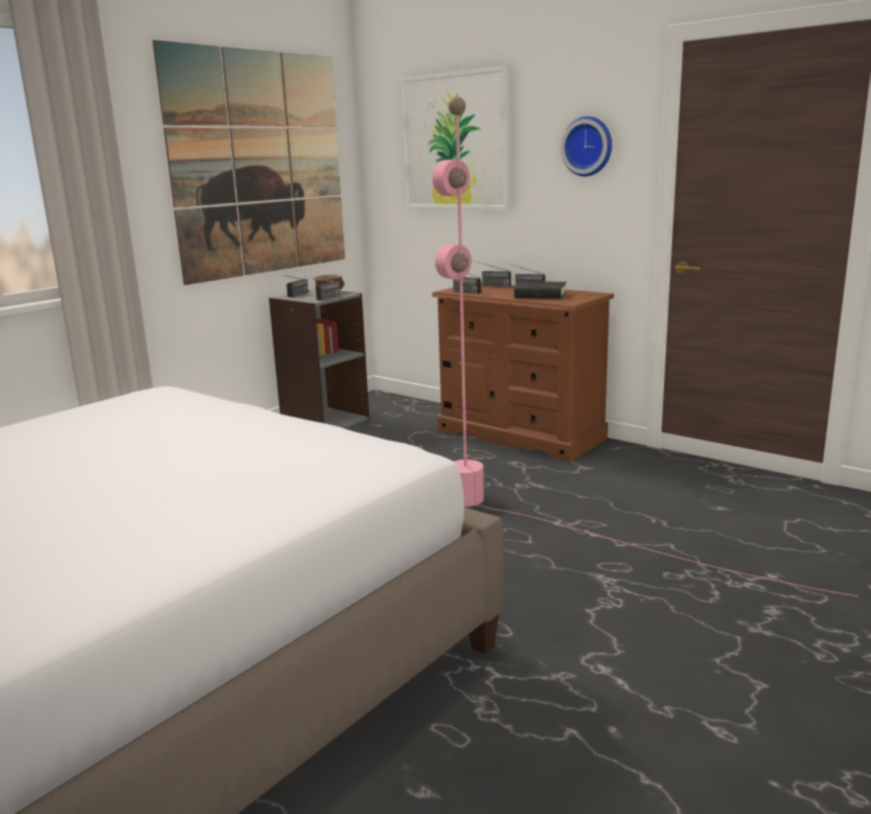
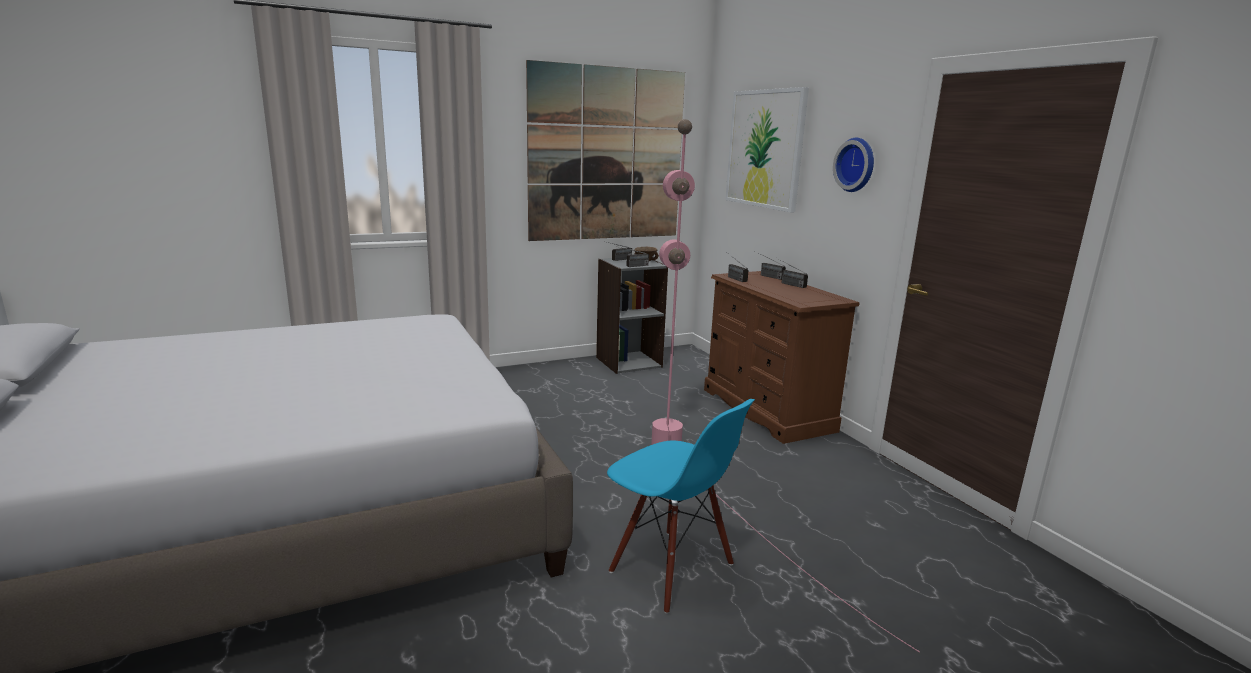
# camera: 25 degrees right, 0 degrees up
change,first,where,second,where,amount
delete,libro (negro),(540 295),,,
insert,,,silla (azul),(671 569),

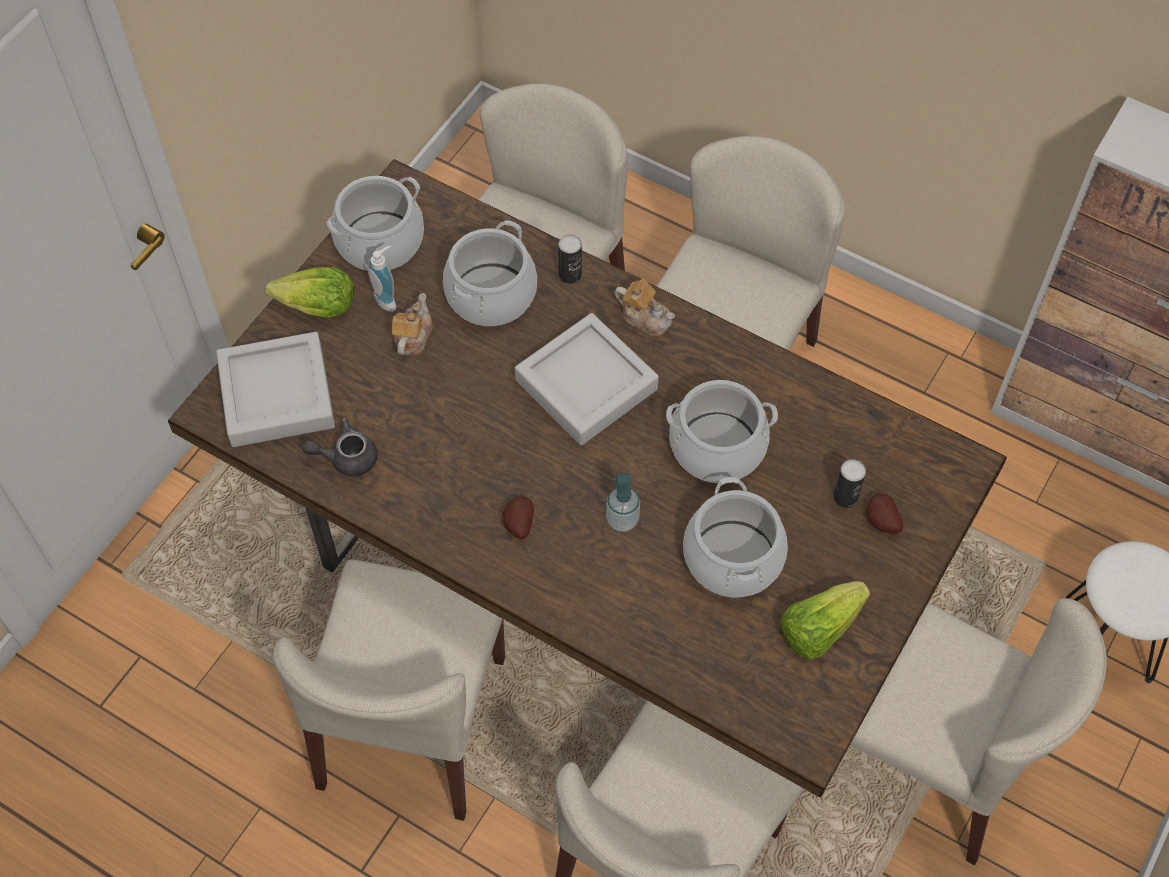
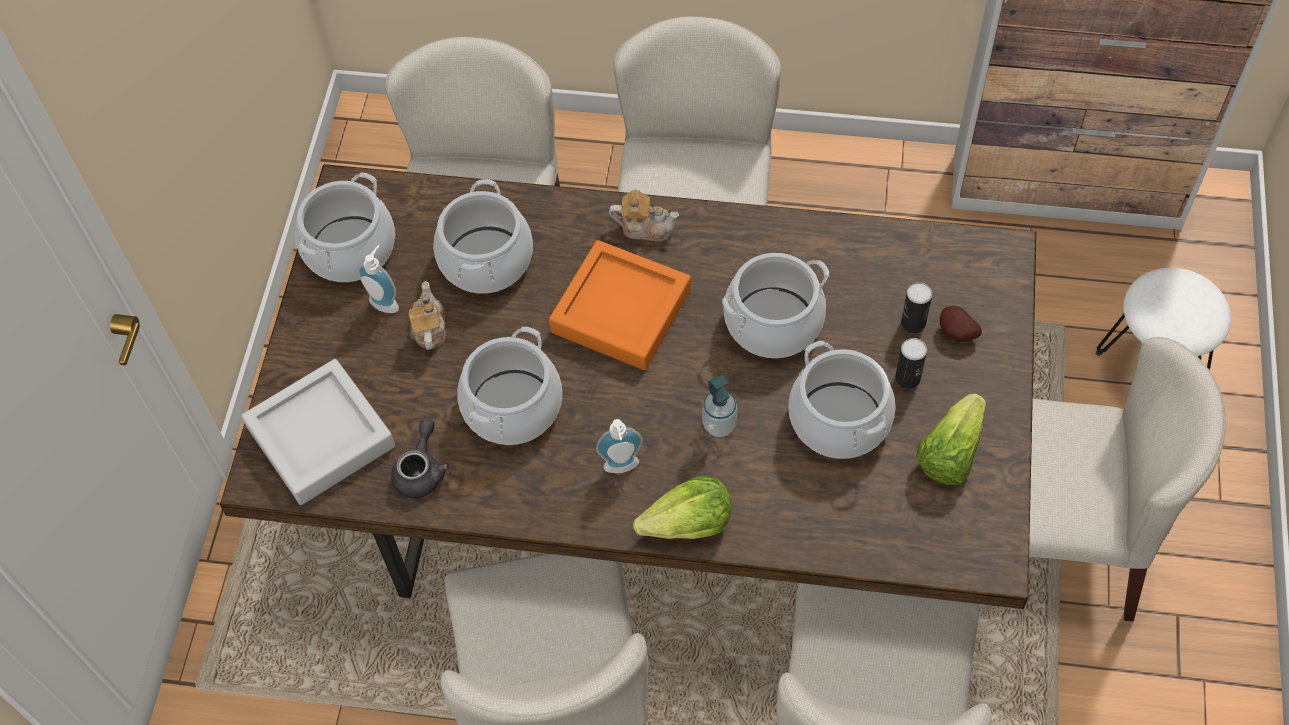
# camera: 20 degrees left, 0 degrees up
change,first,where,second,where,amount
insert,,,olla,(513 407),
move,lechuga,(317 307),,(688 524),
move,lata,(570 275),,(907 378),
replace,patata,(517 524),dispensador de jabón,(622 469),
recolor,bandeja (gris),(586 385),bandeja (naranja),(621 311),
rotate,tetera (gris),(346 458),,(422 471),135 degrees clockwise

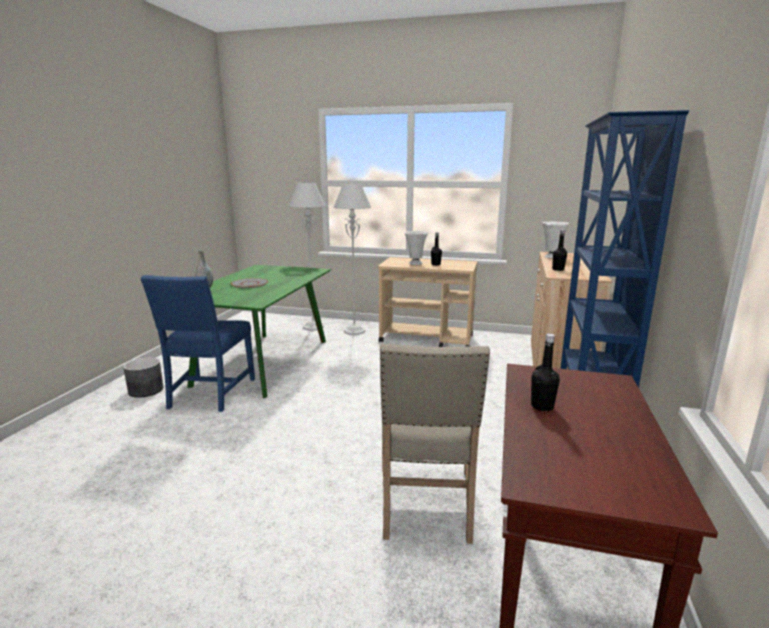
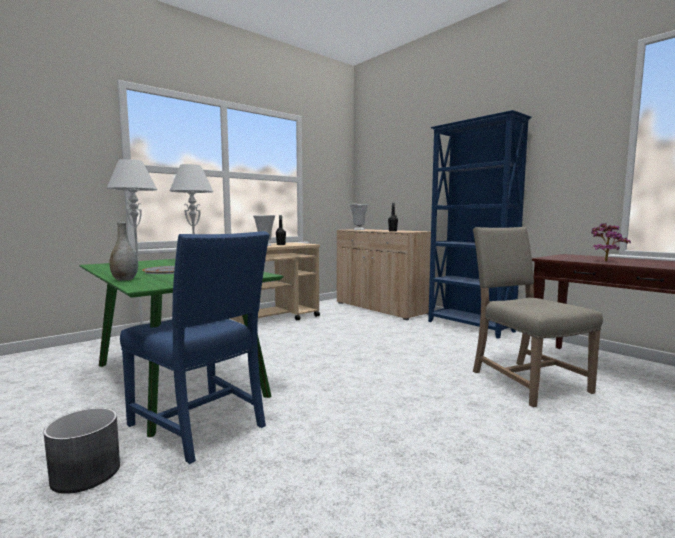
# camera: 55 degrees left, 10 degrees down
change,first,where,second,where,amount
replace,botella (negro),(542 406),planta en maceta,(604 261),
rotate,silla (beis),(426 505),,(524 380),150 degrees counterclockwise

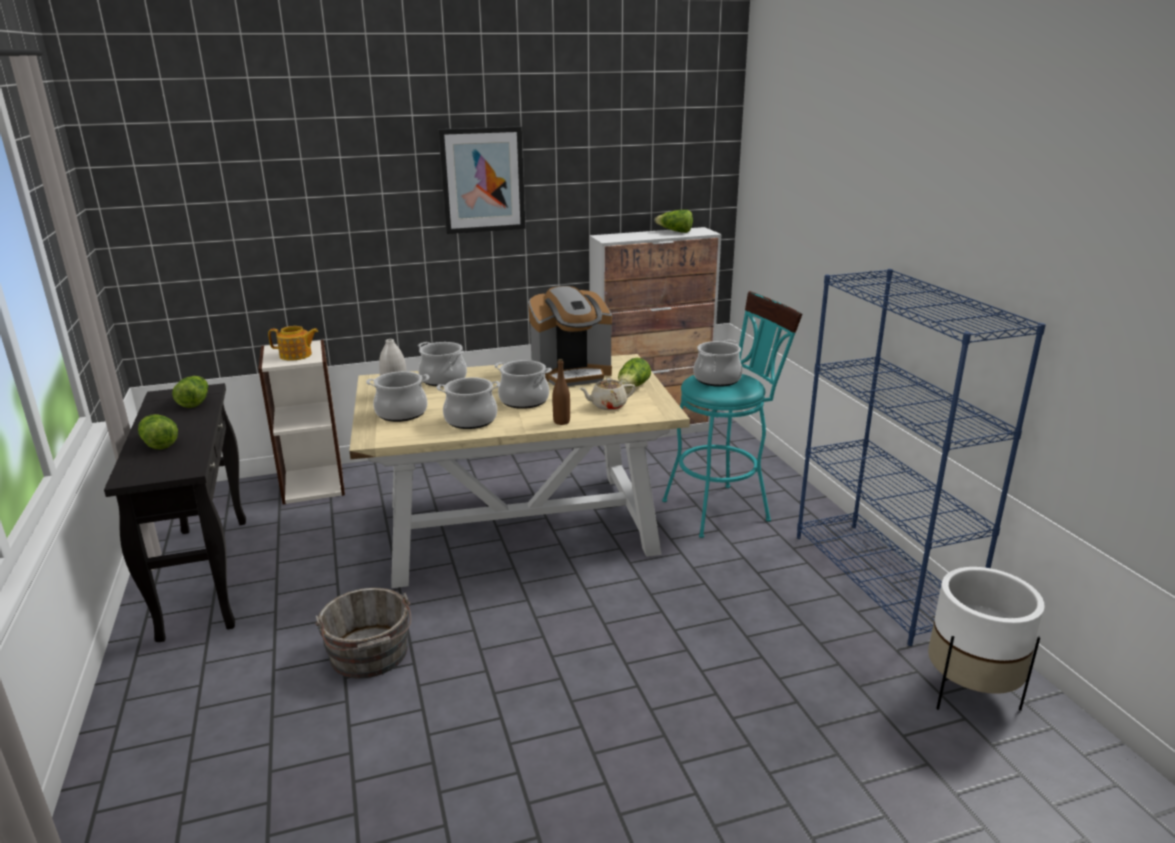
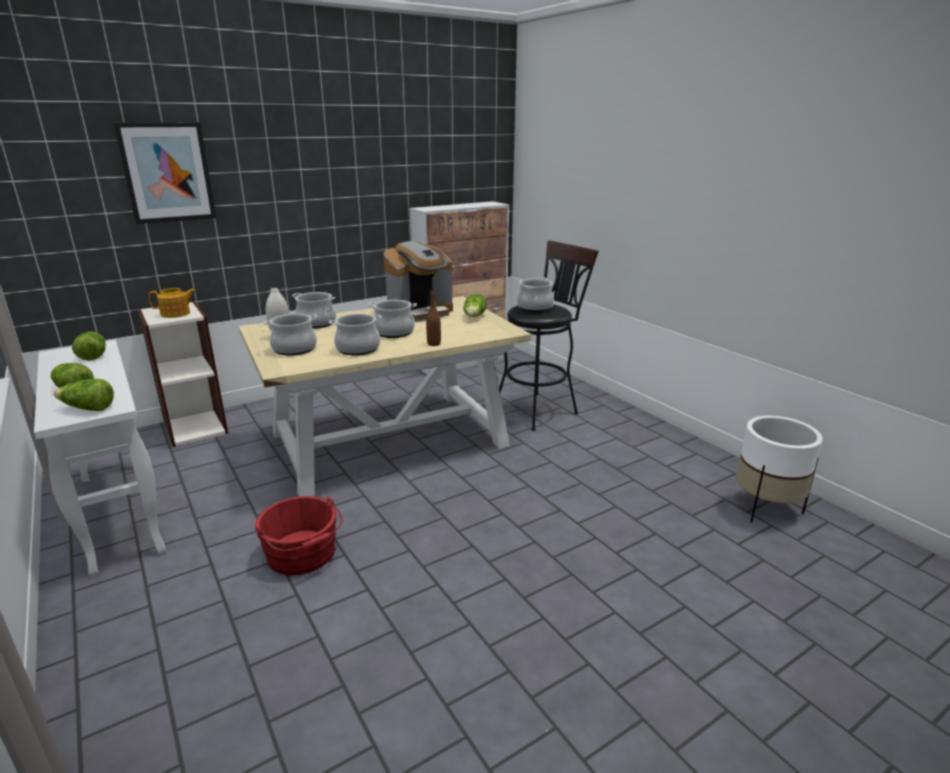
# camera: 15 degrees left, 0 degrees up
change,first,where,second,where,amount
delete,tetera (beis),(607 405),,,
delete,estantería (azul),(880 580),,,
move,cuadro,(482 180),,(167 172),
move,lechuga,(675 231),,(88 408),
recolor,mesa consola (negro),(205 574),mesa consola (blanco),(119 512),
recolor,cubo (gris),(370 656),cubo (rojo),(303 555),
recolor,taburete (turquesa),(723 508),taburete (negro),(540 409),

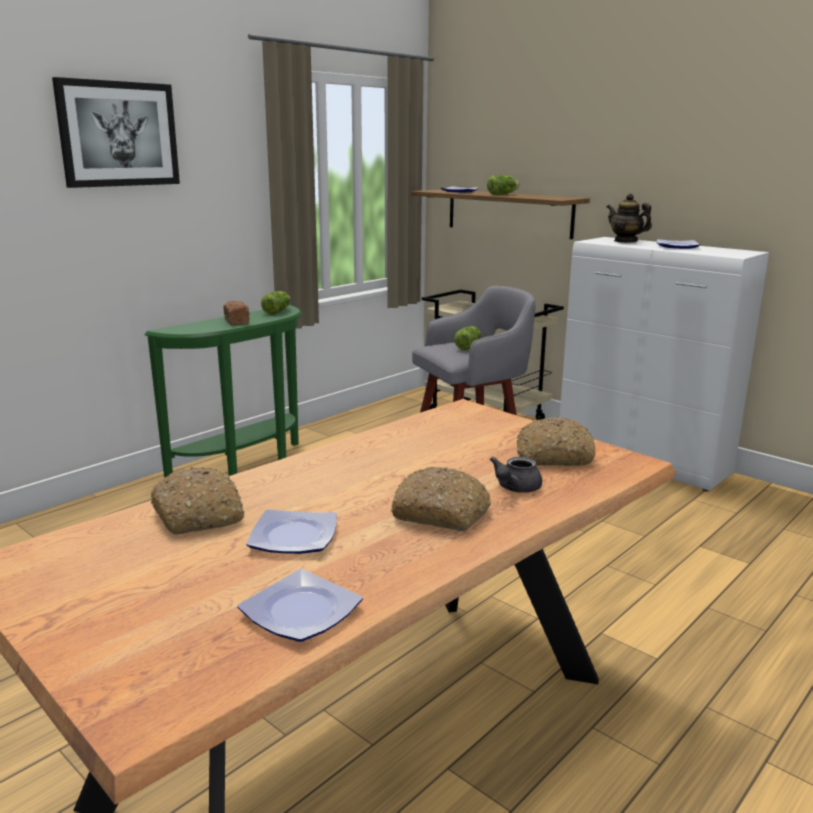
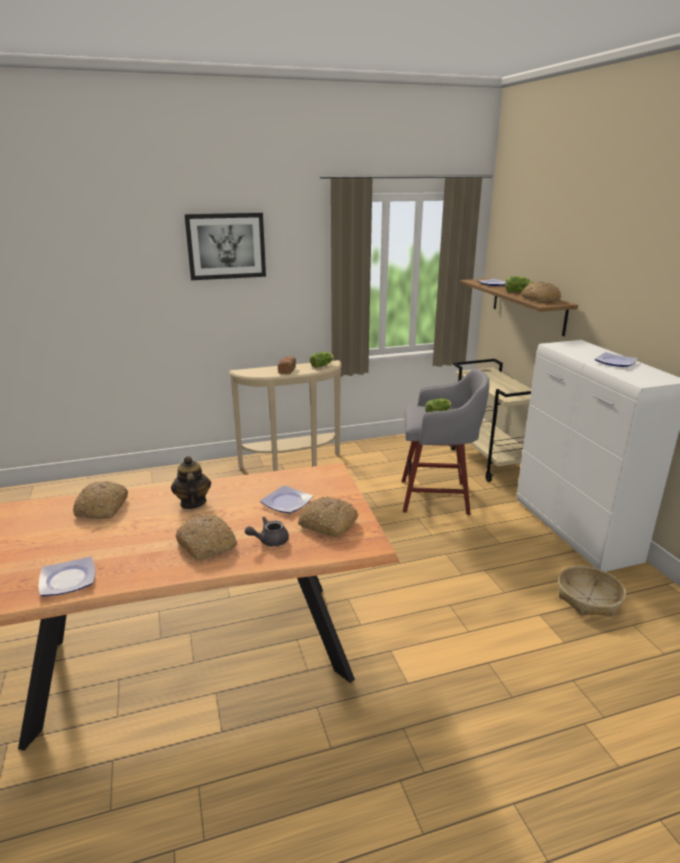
# camera: 30 degrees right, 5 degrees up
change,first,where,second,where,amount
insert,,,pan,(539 299),
insert,,,cesta,(588 599),
move,plato,(295 536),,(288 502),
move,tetera,(625 241),,(192 503),
recolor,mesa consola (verde),(247 469),mesa consola (beis),(293 465),

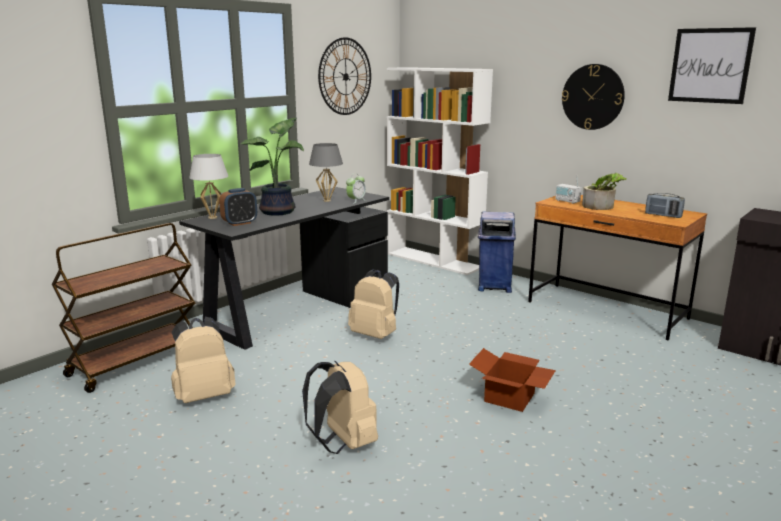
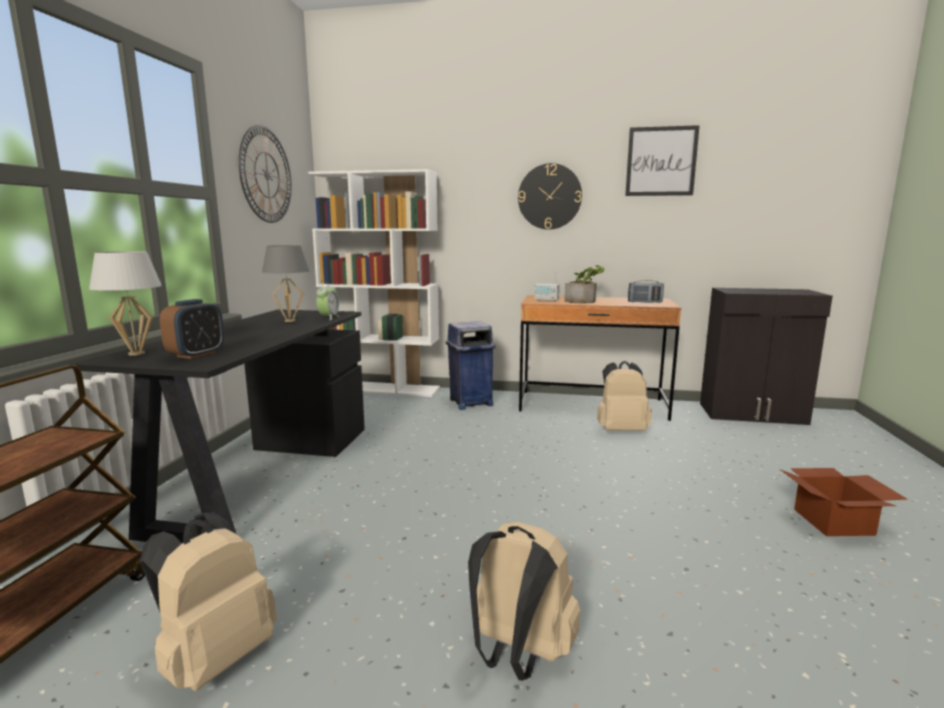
# camera: 30 degrees left, 5 degrees down
change,first,where,second,where,amount
delete,planta en maceta,(280 211),,,
move,mochila (beis),(376 335),,(621 430),
move,caja de cartón,(510 398),,(835 522),

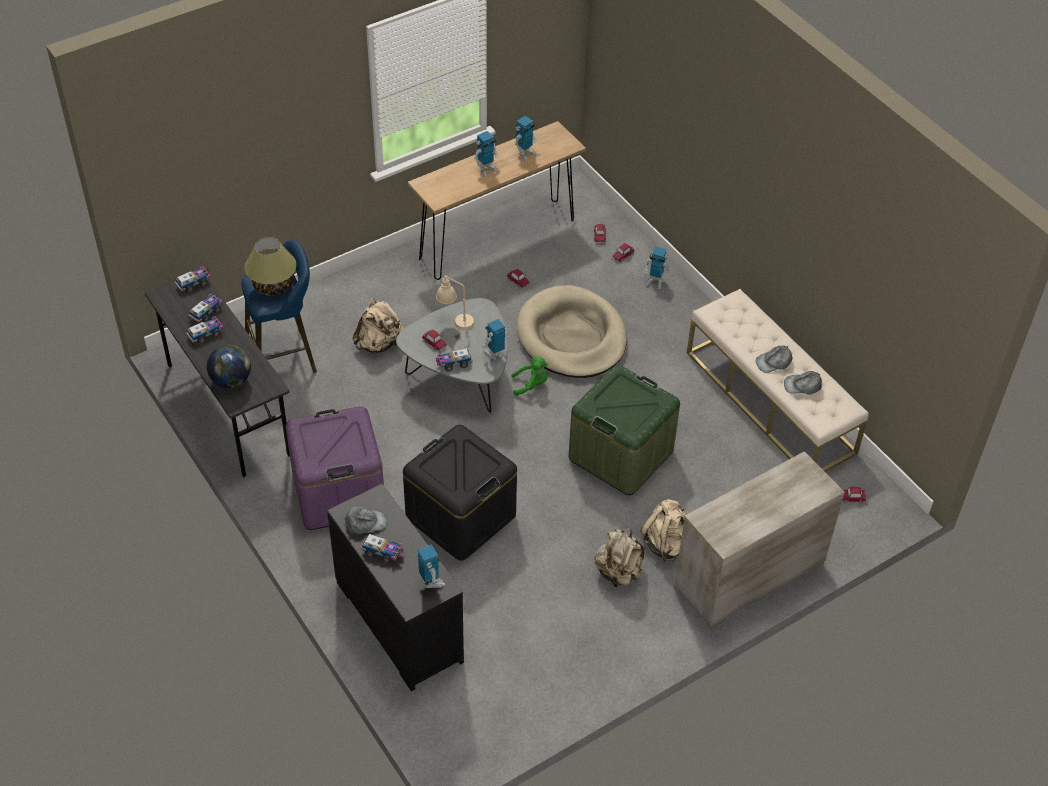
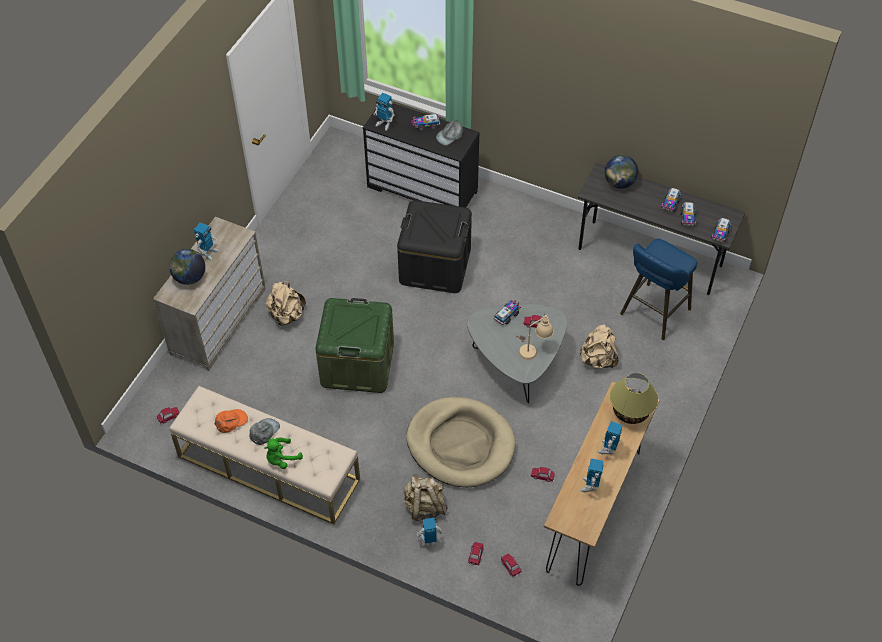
# camera: 150 degrees right, 5 degrees up
change,first,where,second,where,amount
delete,caja de almacenaje (morado),(338 492),,,
insert,,,globo terráqueo,(190 278),
move,lámpara de mesa,(273 286),,(630 411),
move,robot de juguete,(494 354),,(208 253),
move,peluche (verde),(531 385),,(282 459),
move,mochila (beis),(618 573),,(424 506),
recolor,gorra (gris),(802 385),gorra (naranja),(231 421),

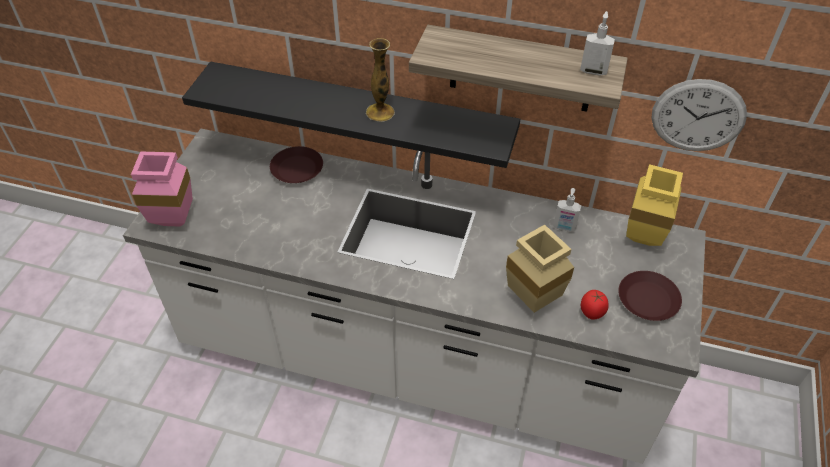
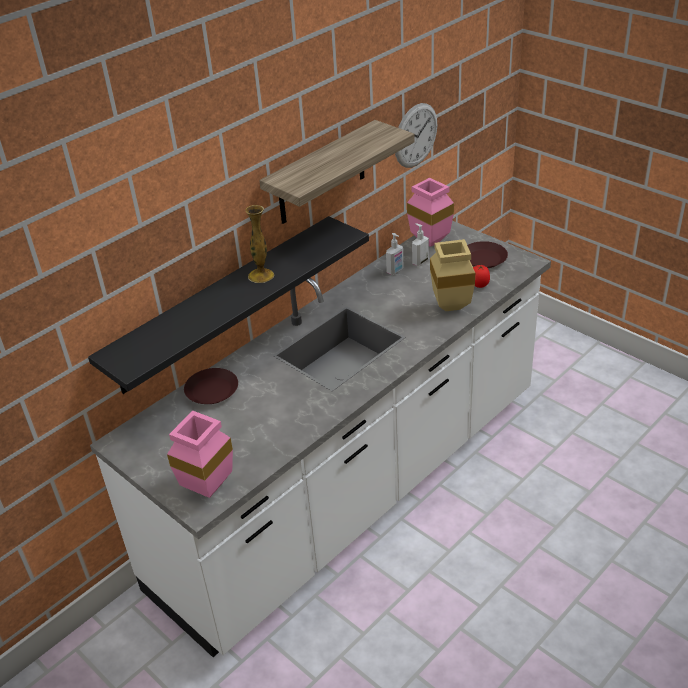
# camera: 60 degrees left, 10 degrees down
change,first,where,second,where,amount
move,dispensador de jabón,(593 71),,(420 261),
recolor,florero (amarillo),(644 240),florero (rosa),(432 242),

